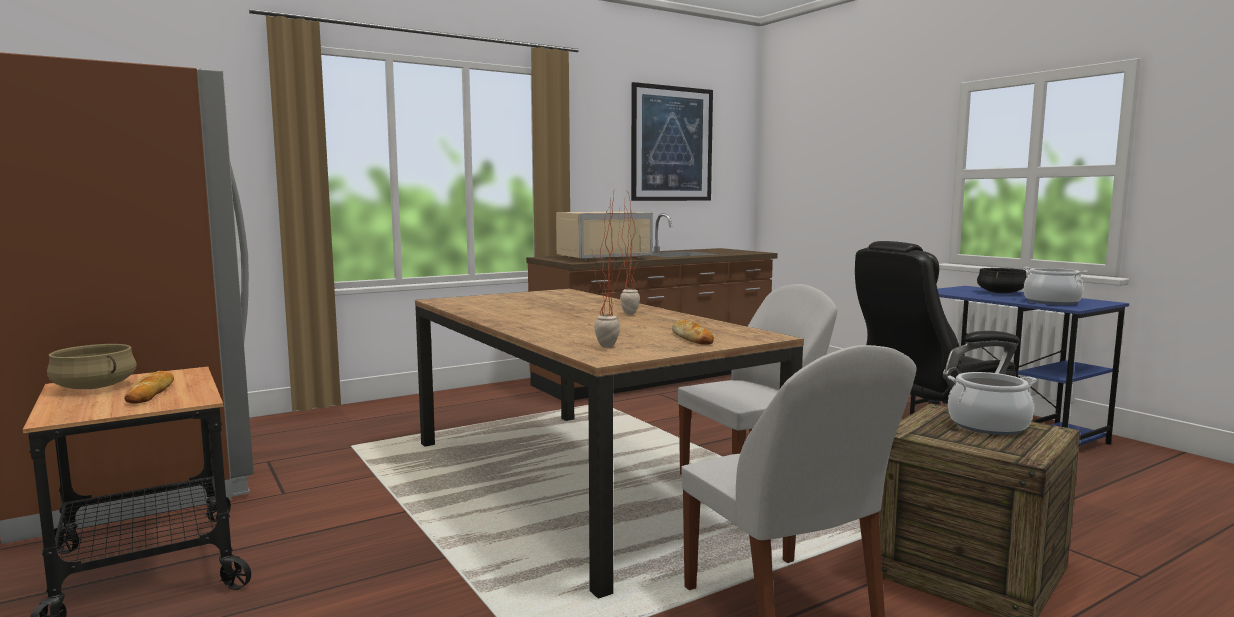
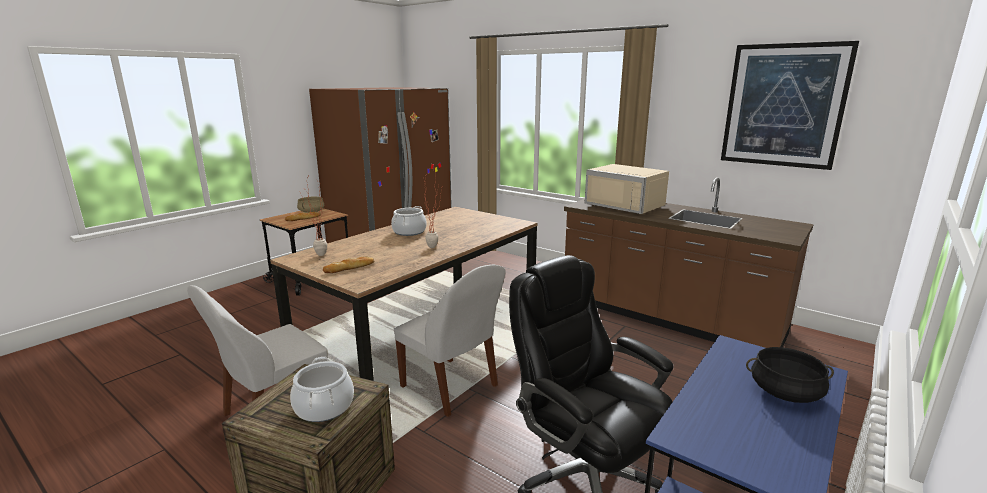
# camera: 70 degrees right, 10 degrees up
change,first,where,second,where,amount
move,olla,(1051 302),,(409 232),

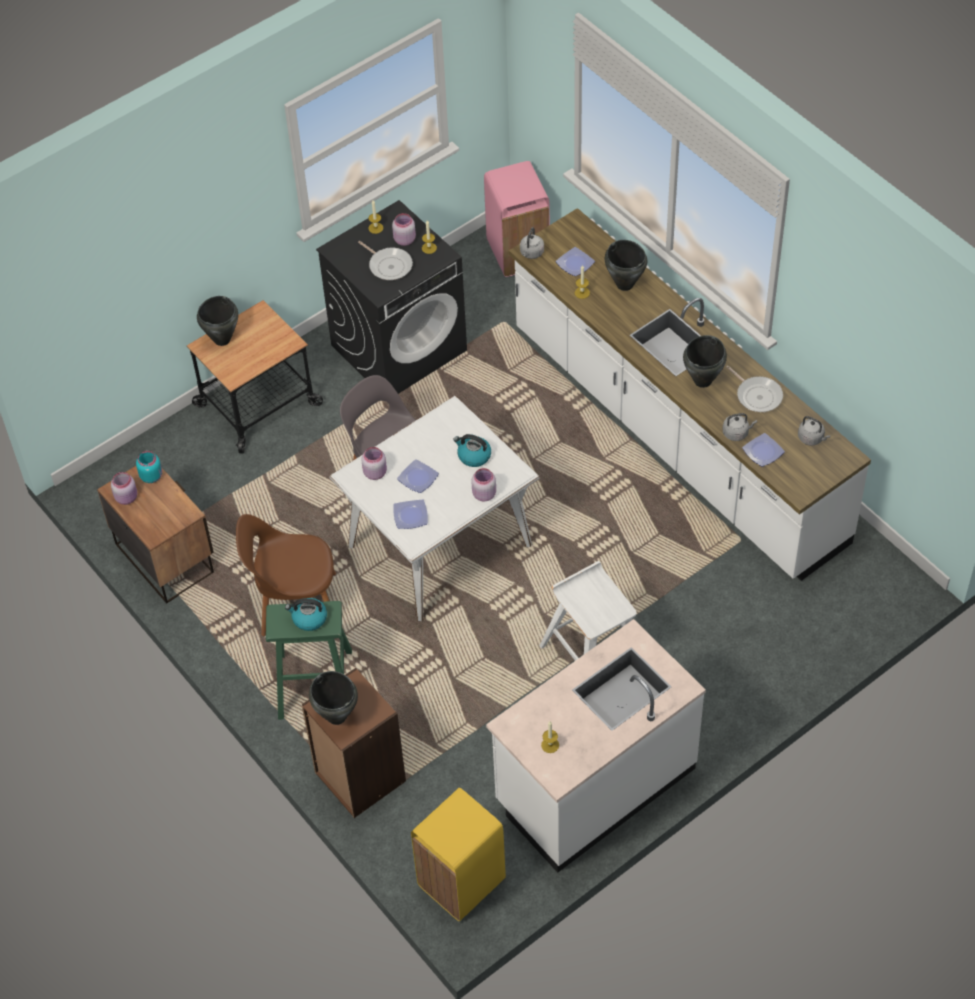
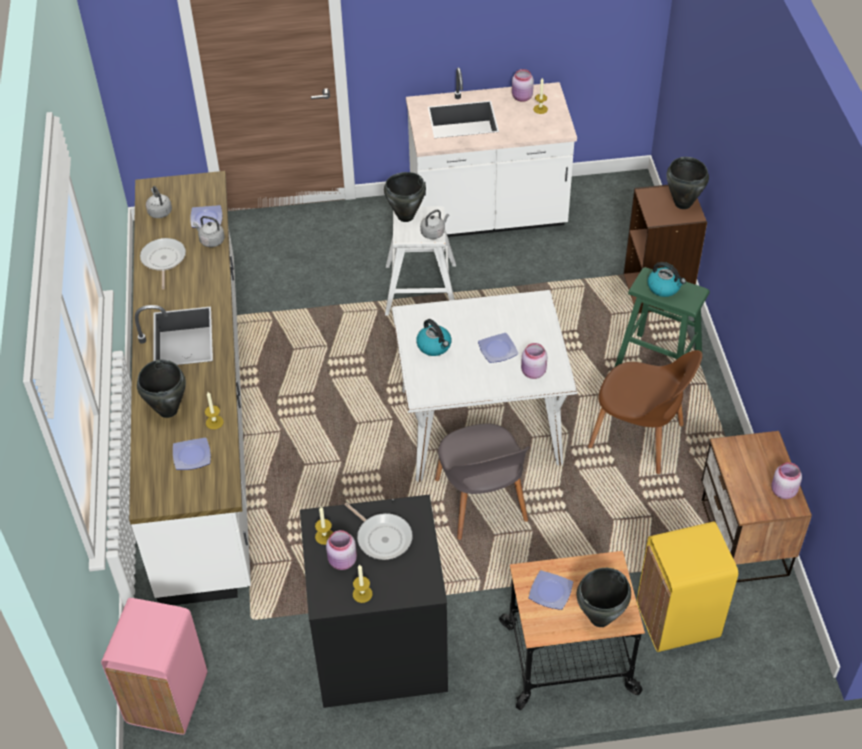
# camera: 150 degrees left, 5 degrees down
change,first,where,second,where,amount
delete,tarro (turquesa),(151 476),,,
move,plato,(411 515),,(549 592),
move,papelera (amarillo),(462 882),,(676 620),
move,tarro (rosa),(484 493),,(522 97),
move,hervidor (gris),(531 253),,(434 233),
move,olla (negro),(703 381),,(405 216),
rotate,sartén,(389 265),,(382 537),150 degrees clockwise

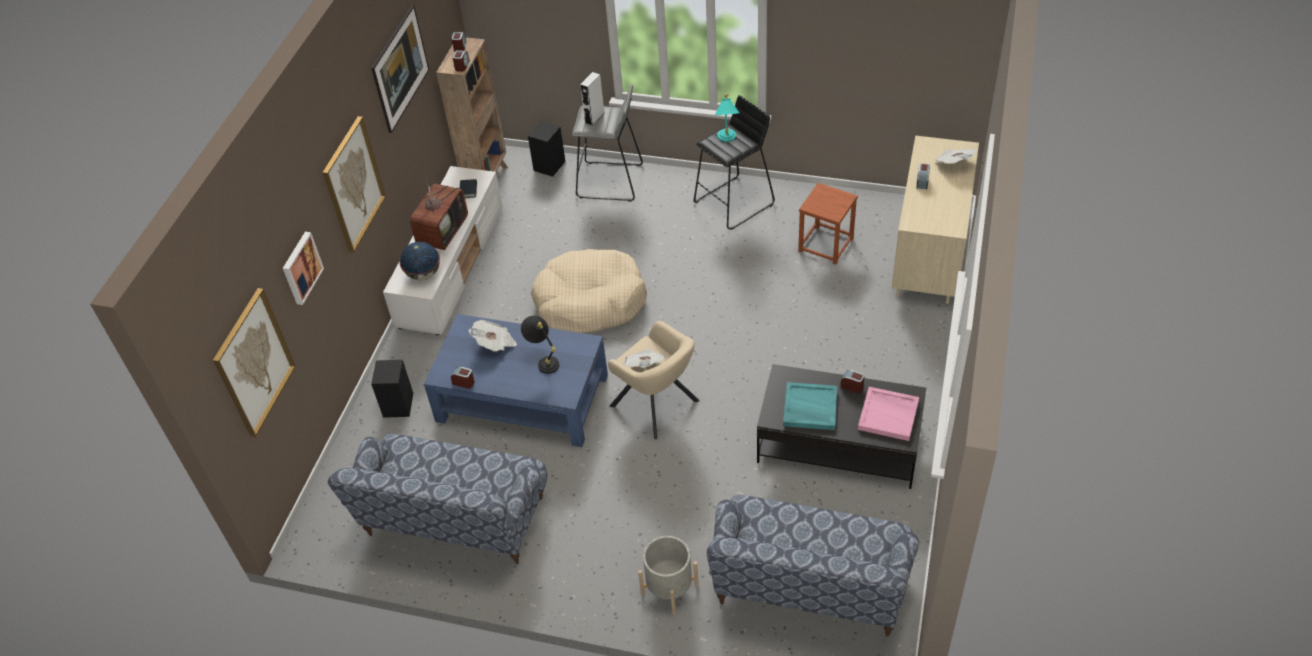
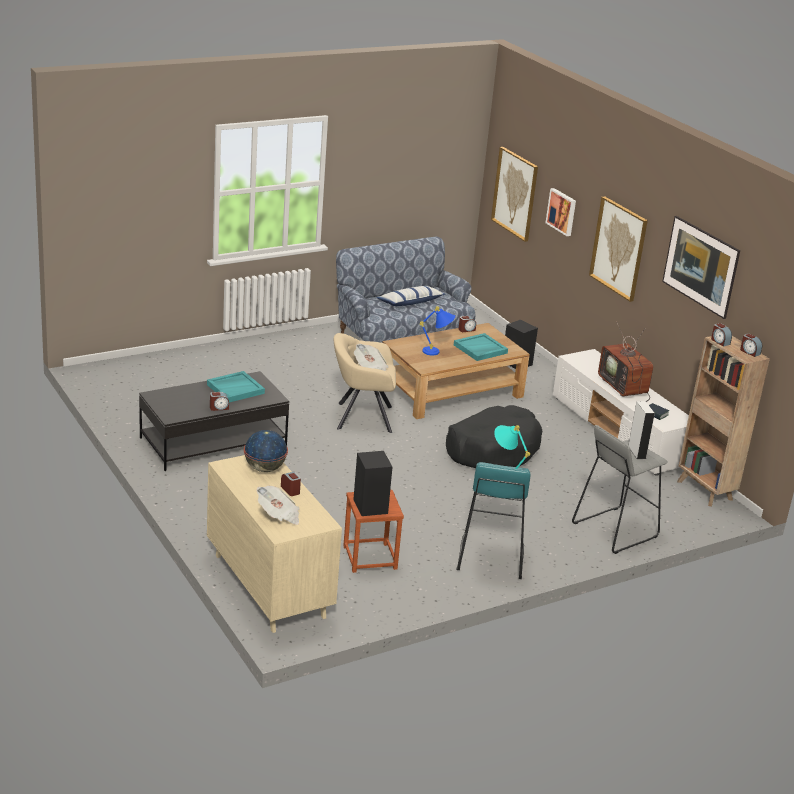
# camera: 130 degrees right, 20 degrees down
change,first,where,second,where,amount
delete,maceta (gris),(669 589),,,
delete,sofá,(809 587),,,
delete,bandeja (rosa),(889 415),,,
insert,,,cojín,(410 302),
move,globo terráqueo,(423 274),,(265 468),
move,altavoz (negro),(550 165),,(370 507),
replace,periódico,(495 343),bandeja (turquesa),(480 349),
recolor,mesa de centro (azul),(521 398),mesa de centro (marrón),(451 390),
recolor,lámpara de mesa (negro),(544 360),lámpara de mesa (azul),(437 352),
recolor,cama para perro (beis),(590 301),cama para perro (negro),(492 450),
recolor,taburete (negro),(734 203),taburete (turquesa),(490 557),

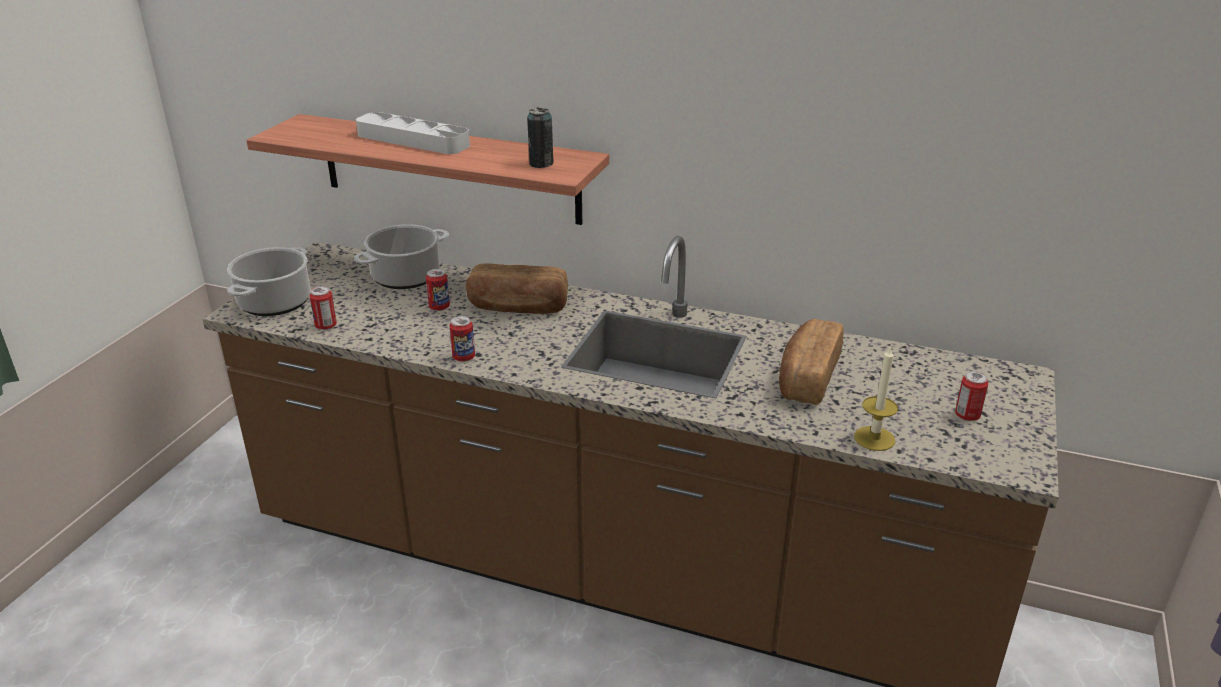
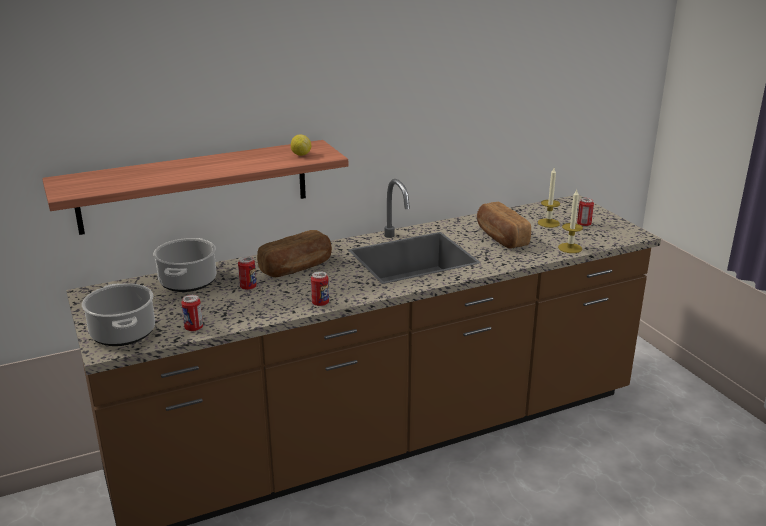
# camera: 45 degrees left, 5 degrees down
change,first,where,second,where,amount
delete,bandeja (gris),(413 140),,,
insert,,,vela,(548 223),
replace,lata,(541 164),limón,(301 154),

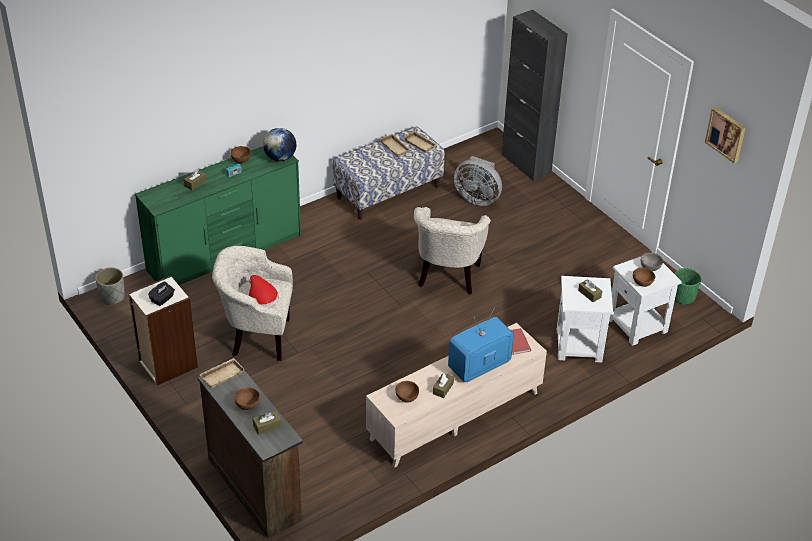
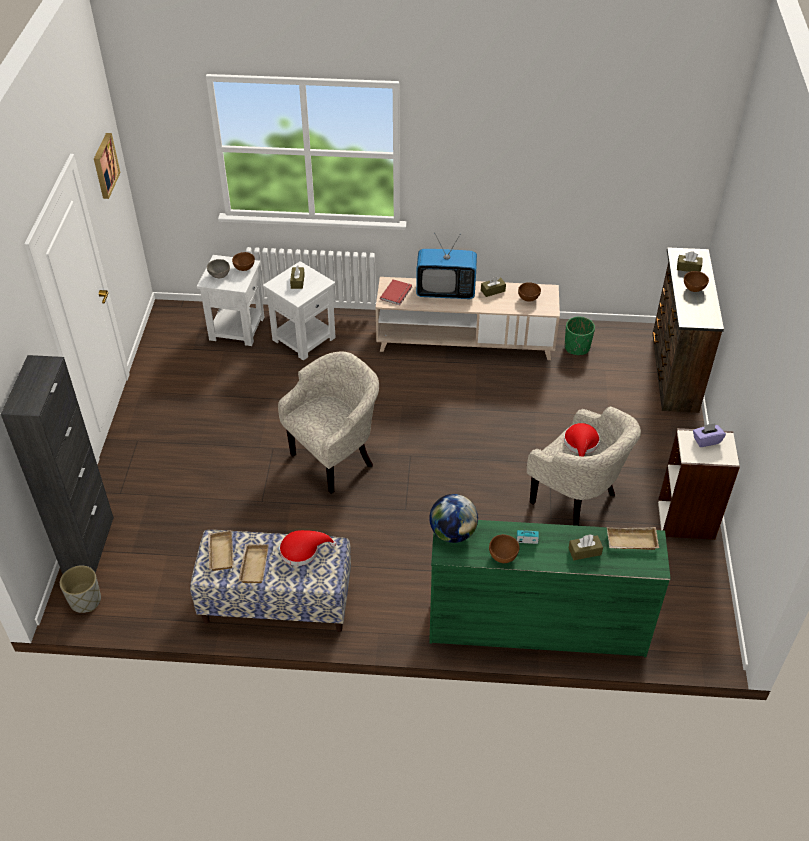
# camera: 140 degrees left, 5 degrees up
change,first,where,second,where,amount
delete,ventilador (gris),(477 198),,,
insert,,,sombrero (rojo),(303 550),
move,maceta (gris),(112 297),,(85 601),
move,bandeja (beis),(222 374),,(631 542),
move,maceta (verde),(683 297),,(576 347),
recolor,caja de pañuelos (negro),(162 299),caja de pañuelos (morado),(706 440),

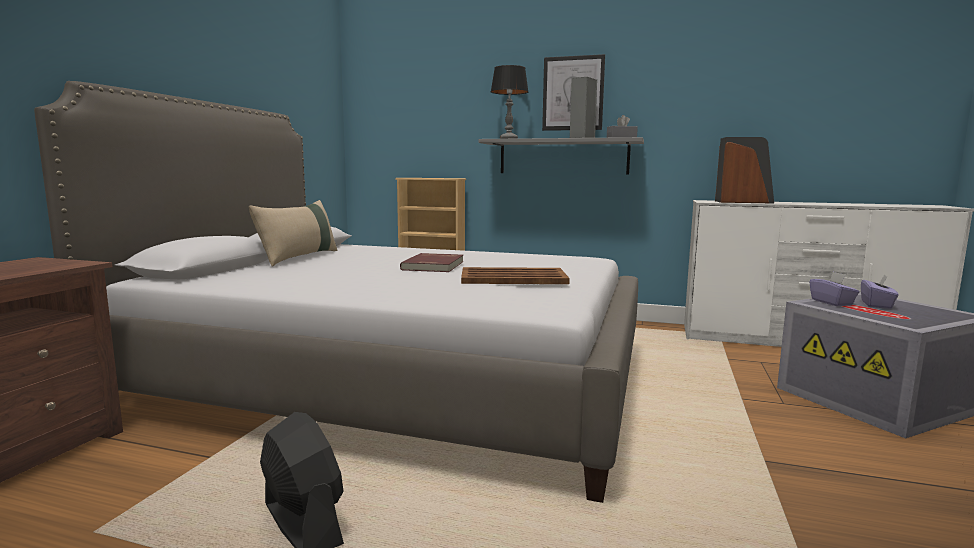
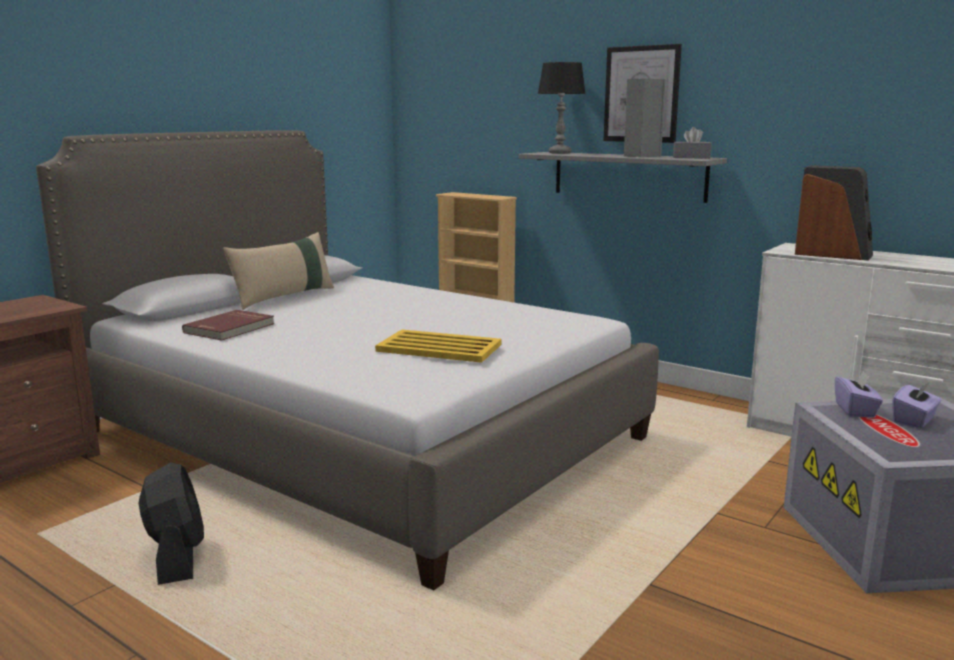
# camera: 20 degrees right, 5 degrees up
change,first,where,second,where,amount
move,libro (rojo),(434 265),,(230 328),
recolor,bandeja (marrón),(512 278),bandeja (amarillo),(438 347),

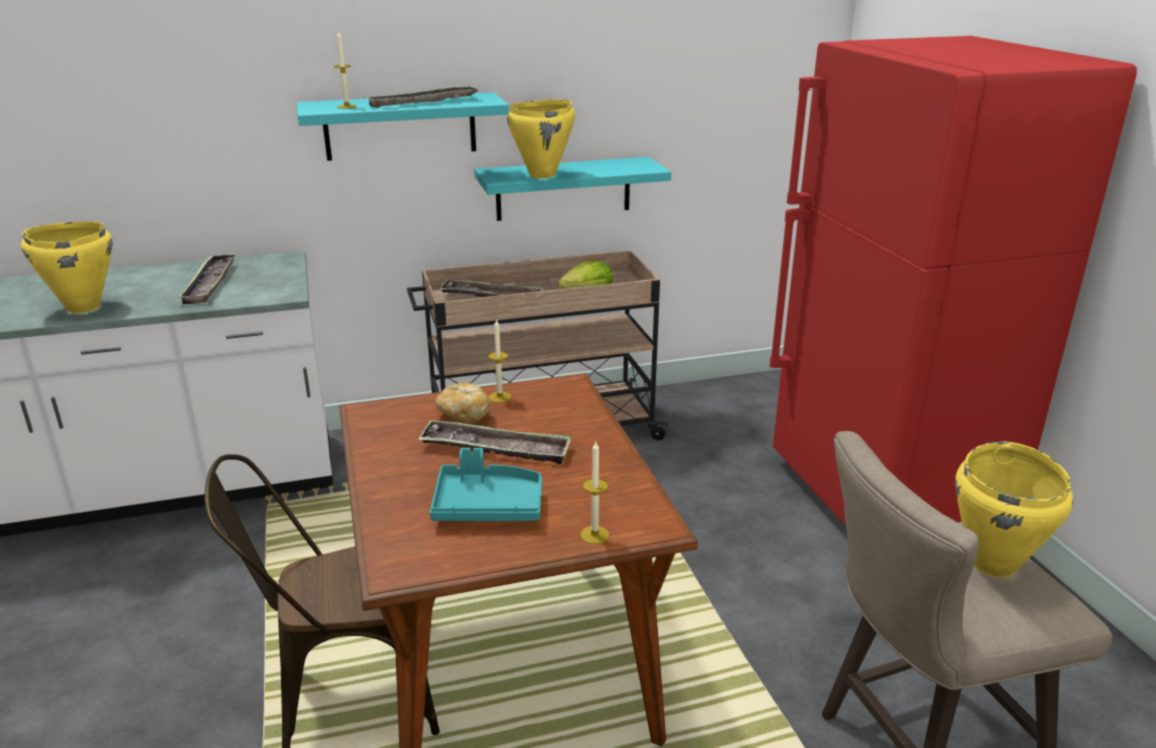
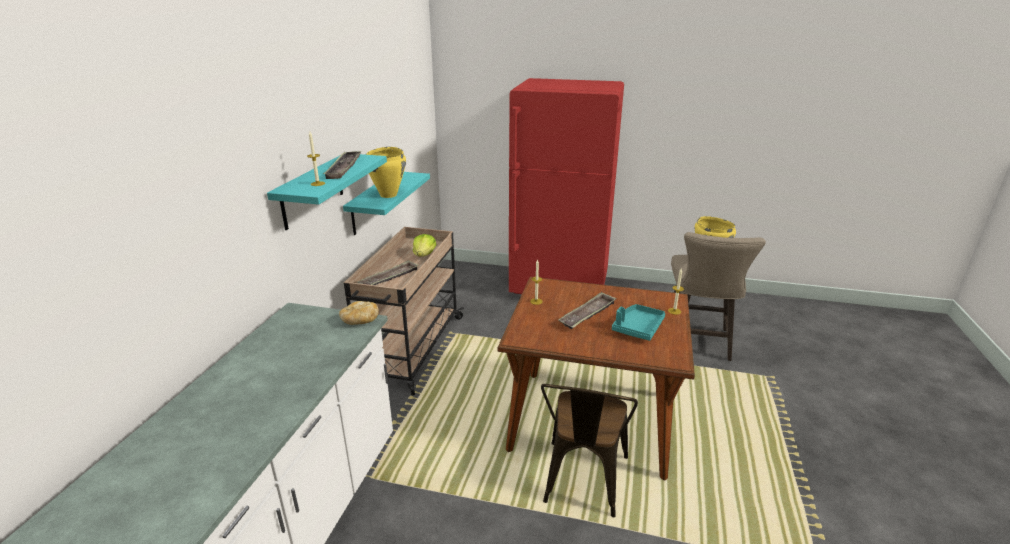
# camera: 60 degrees left, 0 degrees up
change,first,where,second,where,amount
delete,olla (amarillo),(83 307),,,
delete,bandeja,(210 283),,,
move,pan,(463 415),,(359 321),

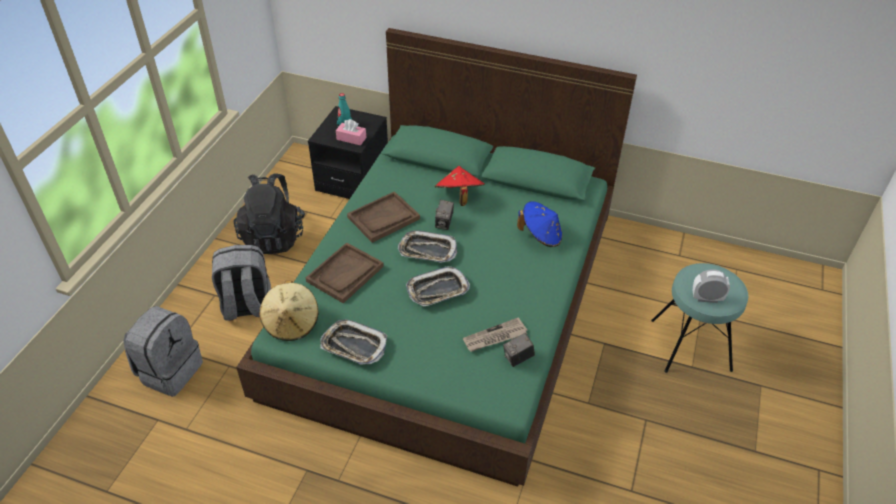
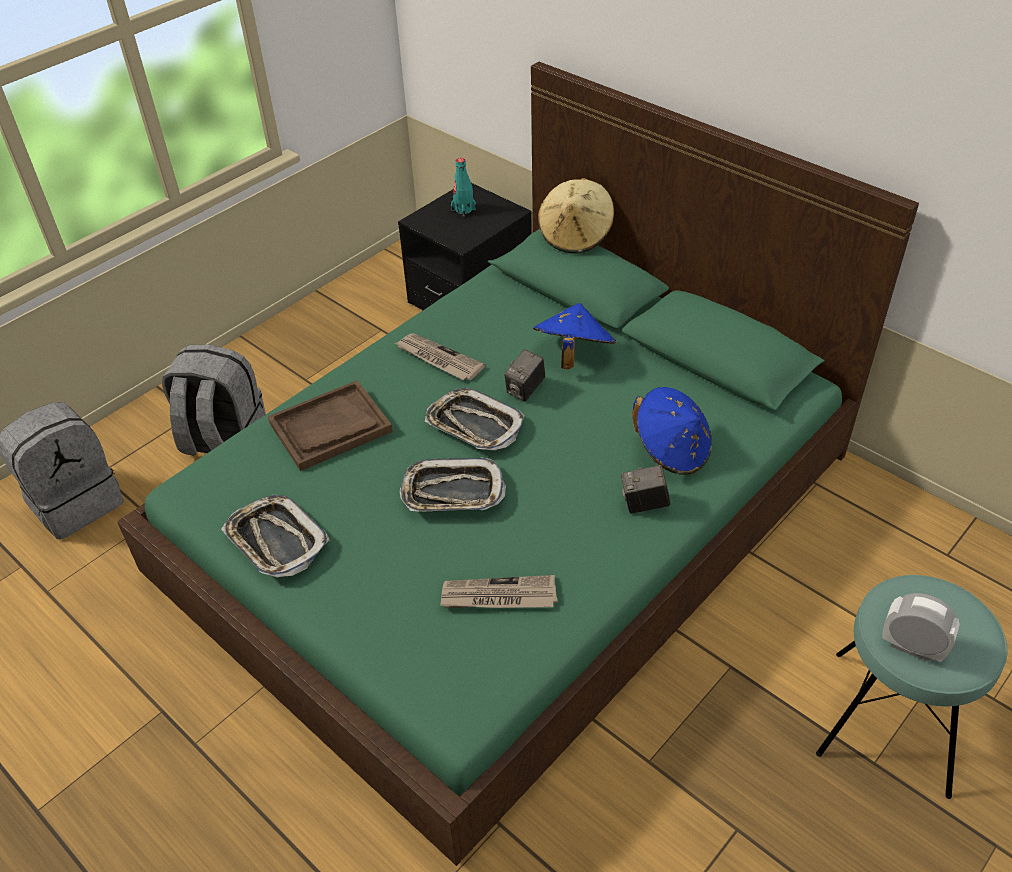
# camera: 25 degrees right, 0 degrees up
change,first,where,second,where,amount
delete,mochila (negro),(273 236),,,
delete,caja de pañuelos (rosa),(351 138),,,
move,sombrero (beis),(291 323),,(576 236),
move,cámara,(518 358),,(644 504),
replace,bandeja (marrón),(383 218),periódico,(438 359),
recolor,sombrero (rojo),(459 197),sombrero (azul),(573 355),

